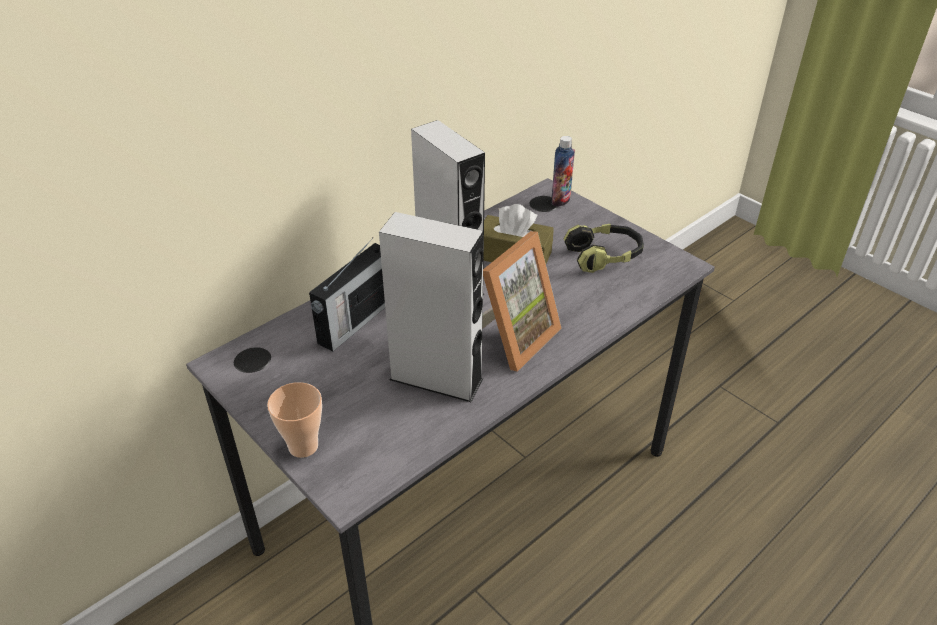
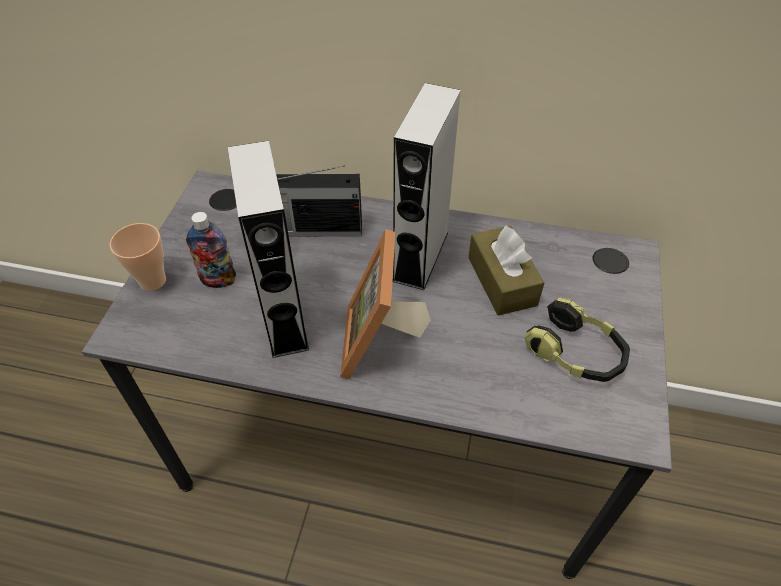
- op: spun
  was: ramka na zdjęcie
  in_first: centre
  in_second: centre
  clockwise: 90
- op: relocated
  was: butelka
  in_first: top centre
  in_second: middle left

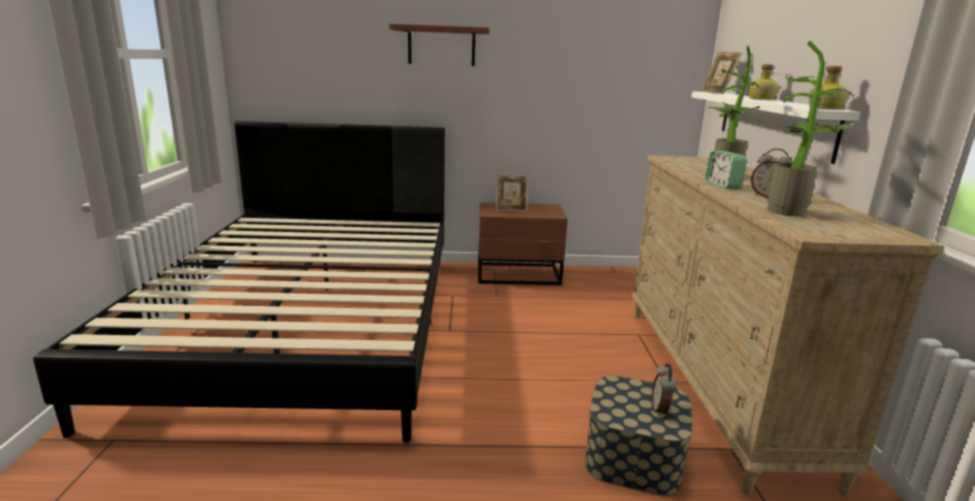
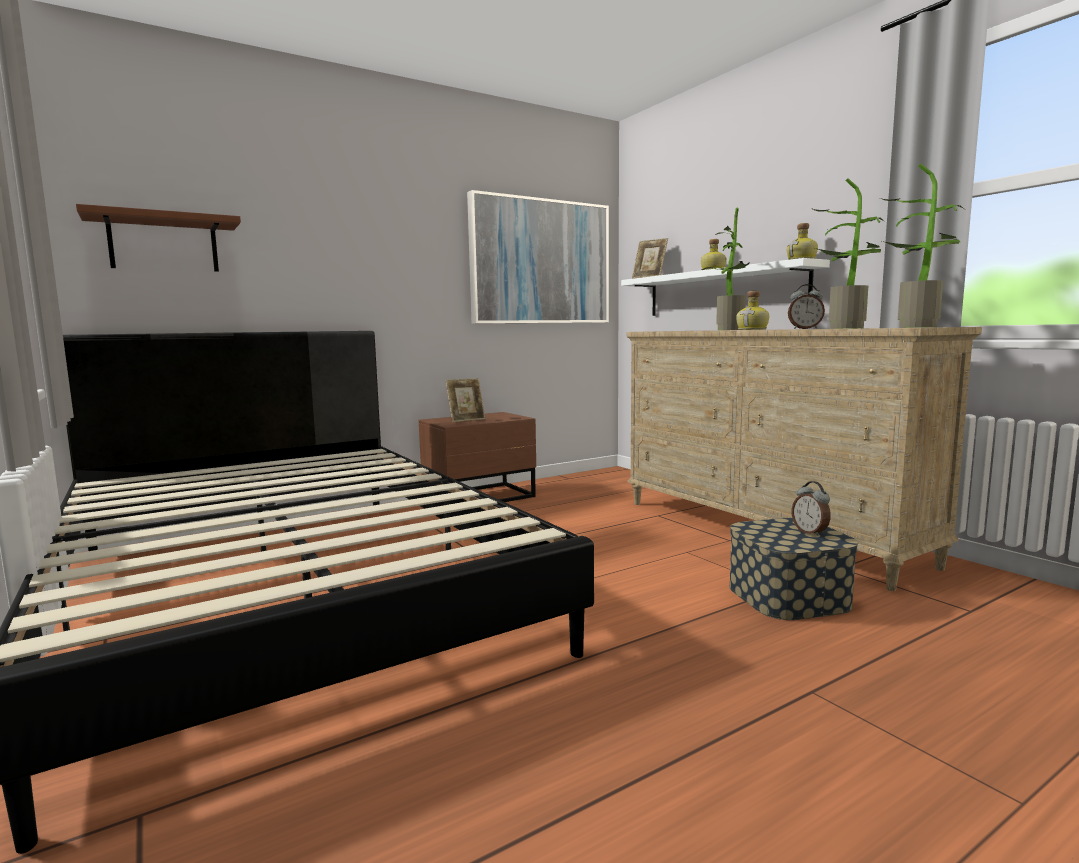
- op: relocated
  was: półka/brązowy
  in_first: top centre
  in_second: top left
- op: exchanged
  was: budzik (no. 2 from left)
  now: butelka (no. 2 from left)
  in_first: middle right
  in_second: middle right
- op: appeared
  now: obraz
  in_second: top centre
- op: appeared
  now: roślina doniczkowa (no. 3 from left)
  in_second: top right

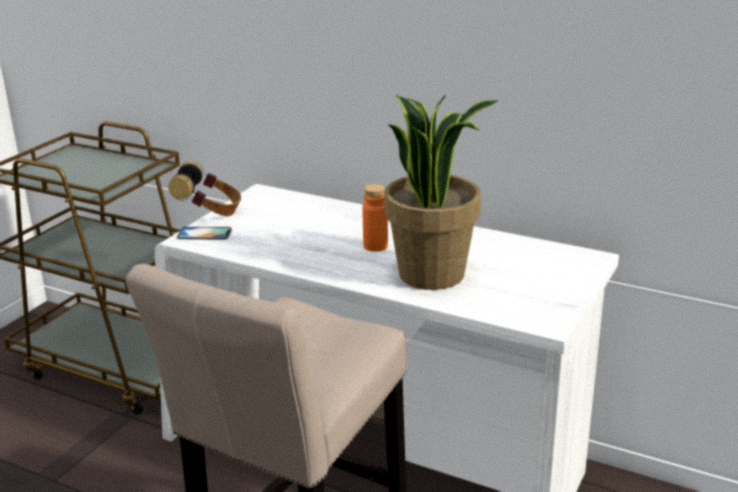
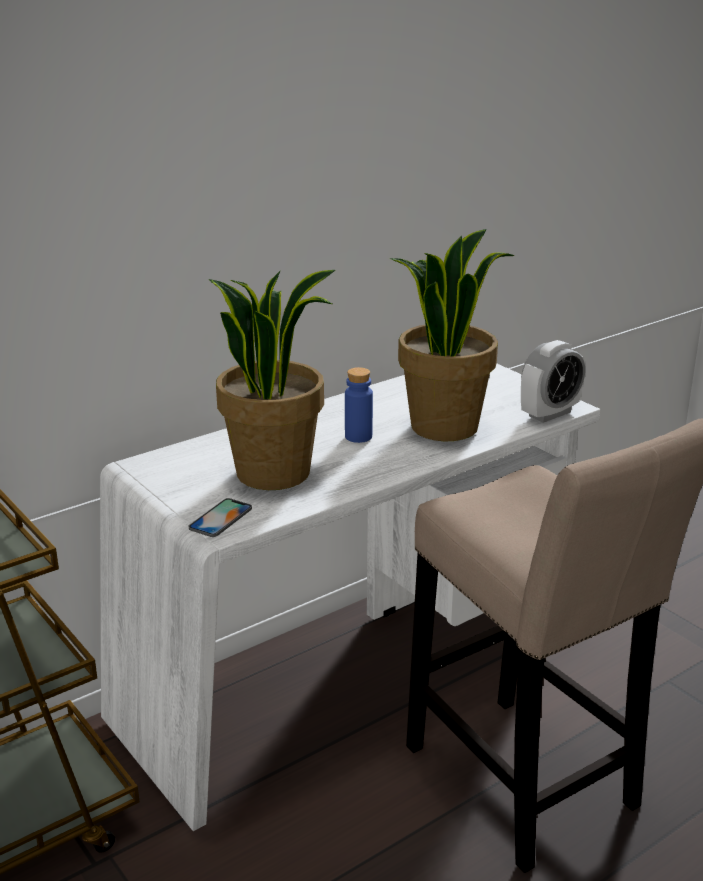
- op: missing
  was: słuchawki
  in_first: middle left
- op: colour
  was: butelka/pomarańczowy
  now: butelka/niebieski
  in_first: centre
  in_second: centre
- op: appeared
  now: roślina doniczkowa (no. 1 from left)
  in_second: centre
- op: appeared
  now: budzik
  in_second: middle right

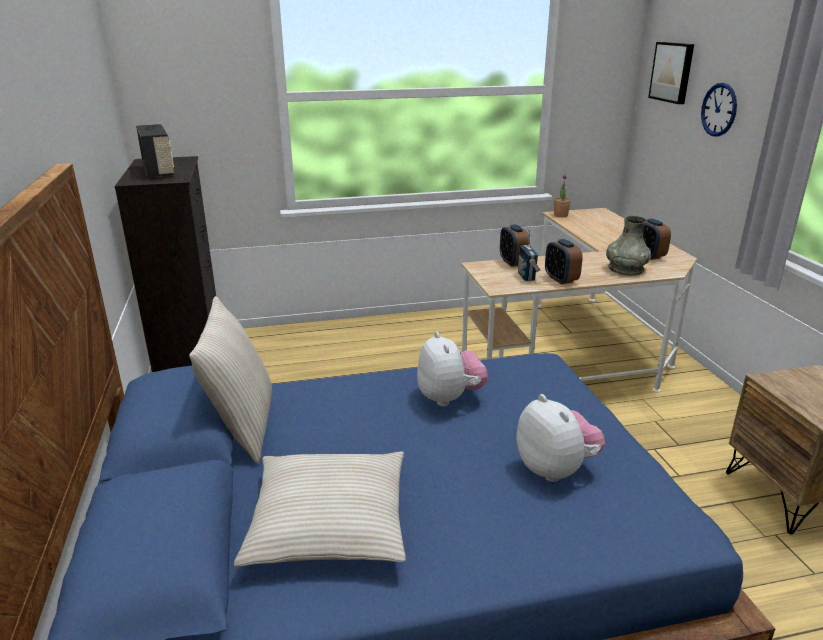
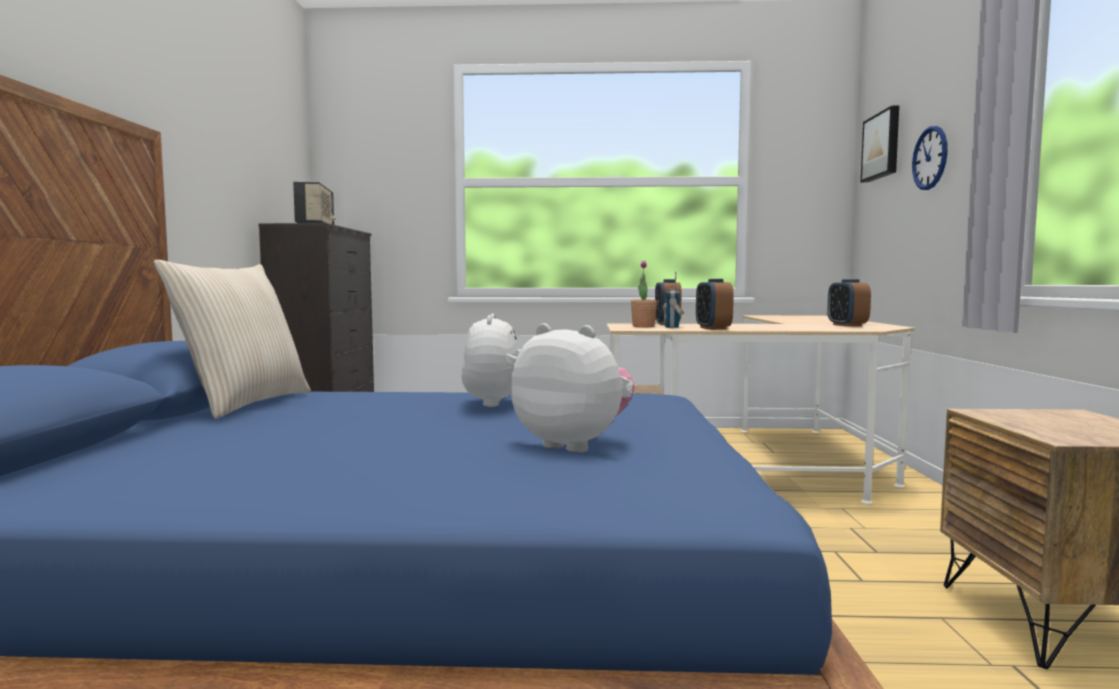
- op: missing
  was: poduszka/beżowy (no. 2 from left)
  in_first: bottom centre
- op: spun
  was: pluszak (no. 2 from left)
  in_first: bottom right
  in_second: centre
  clockwise: -45
- op: relocated
  was: roślina doniczkowa
  in_first: top right
  in_second: centre
- op: missing
  was: wazon/szary
  in_first: middle right

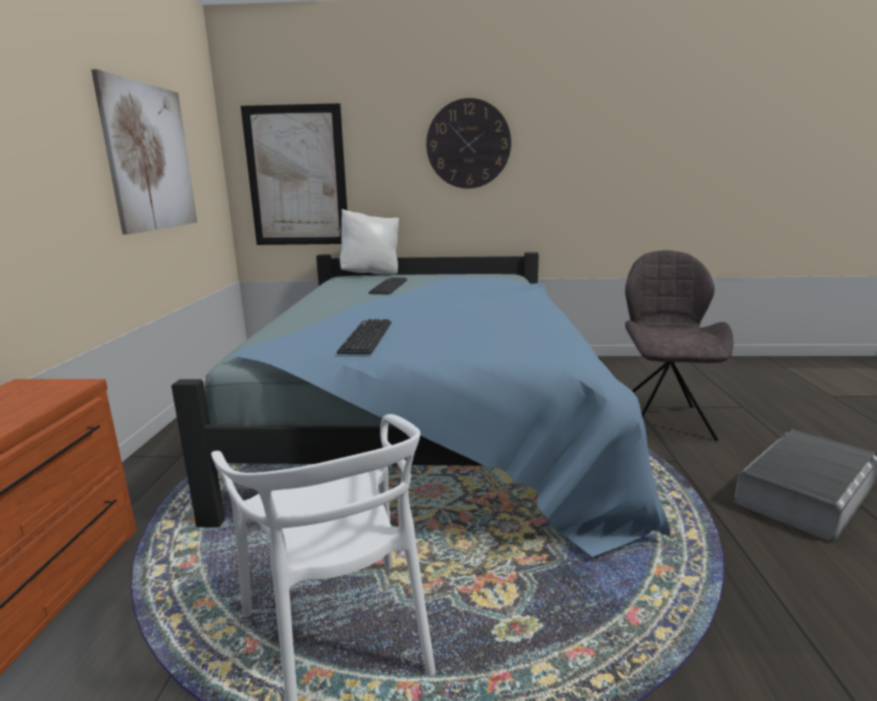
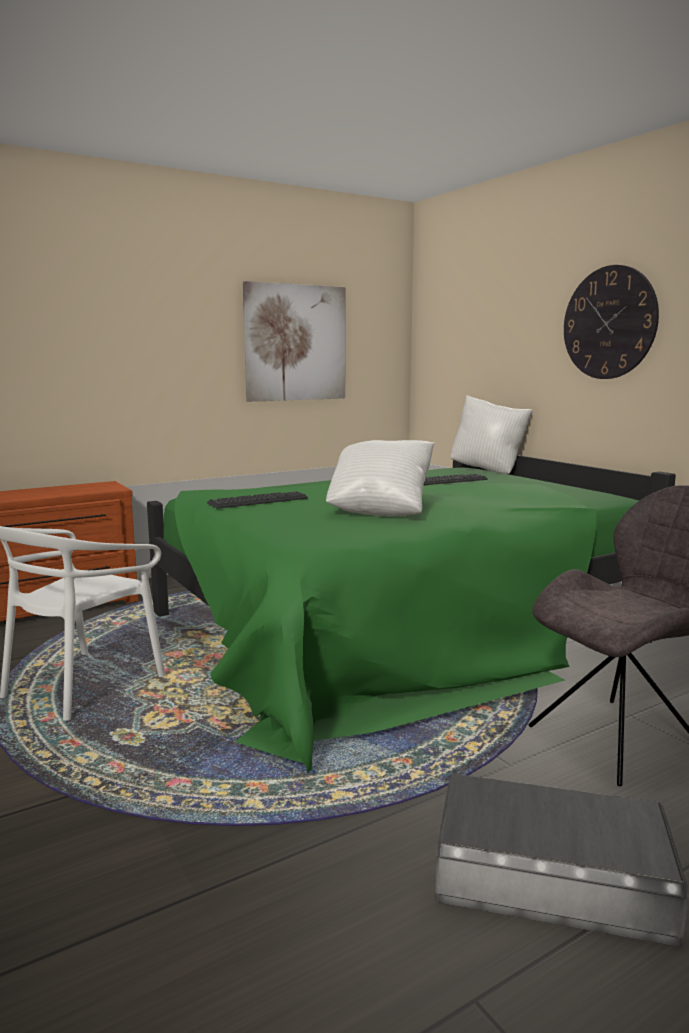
- op: colour
  was: łóżko/niebieski
  now: łóżko/zielony
  in_first: centre
  in_second: centre
- op: missing
  was: obraz (no. 2 from left)
  in_first: top centre
- op: appeared
  now: poduszka/biały (no. 1 from left)
  in_second: centre

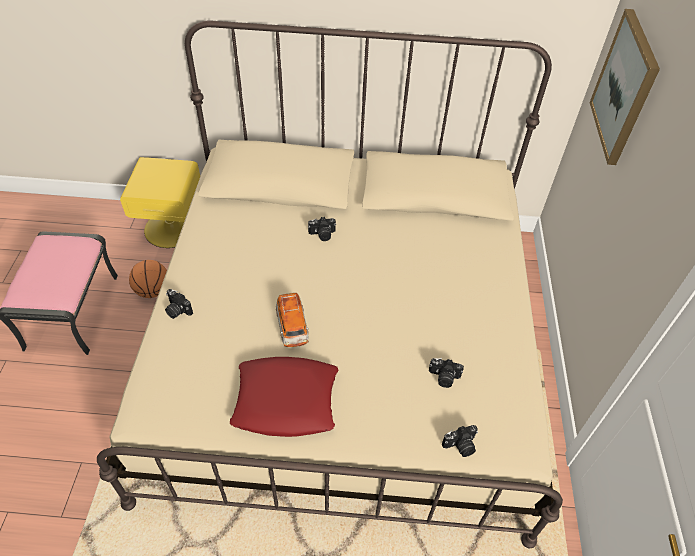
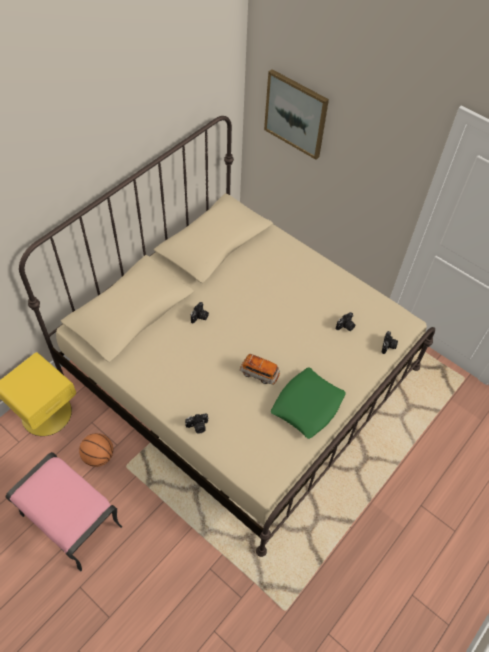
- op: colour
  was: poduszka/czerwony
  now: poduszka/zielony
  in_first: bottom centre
  in_second: centre

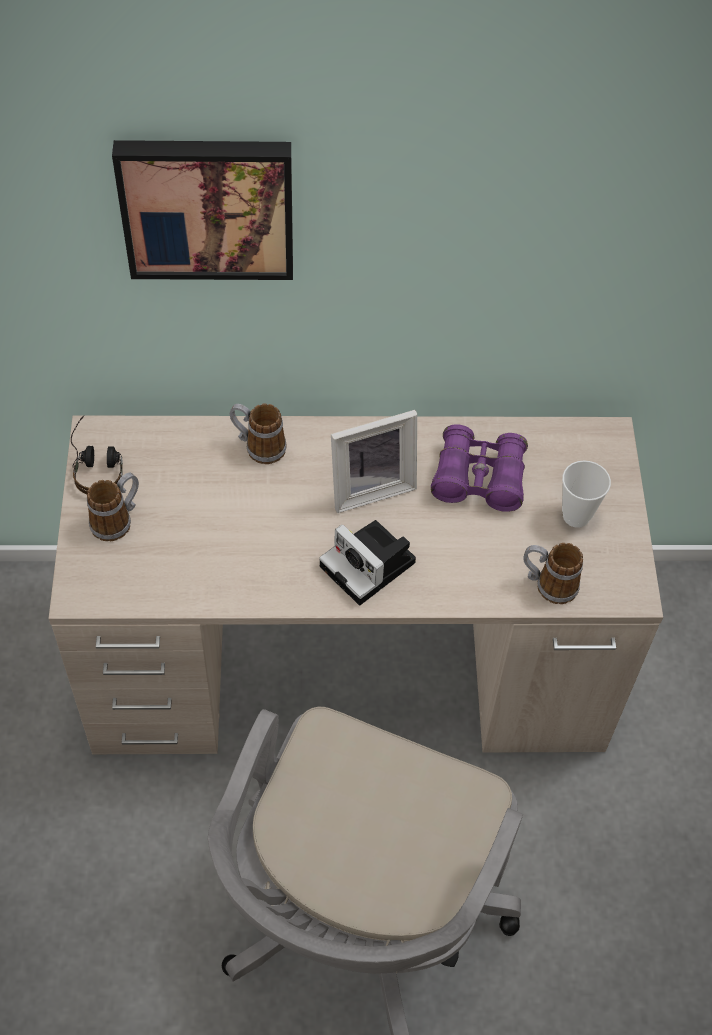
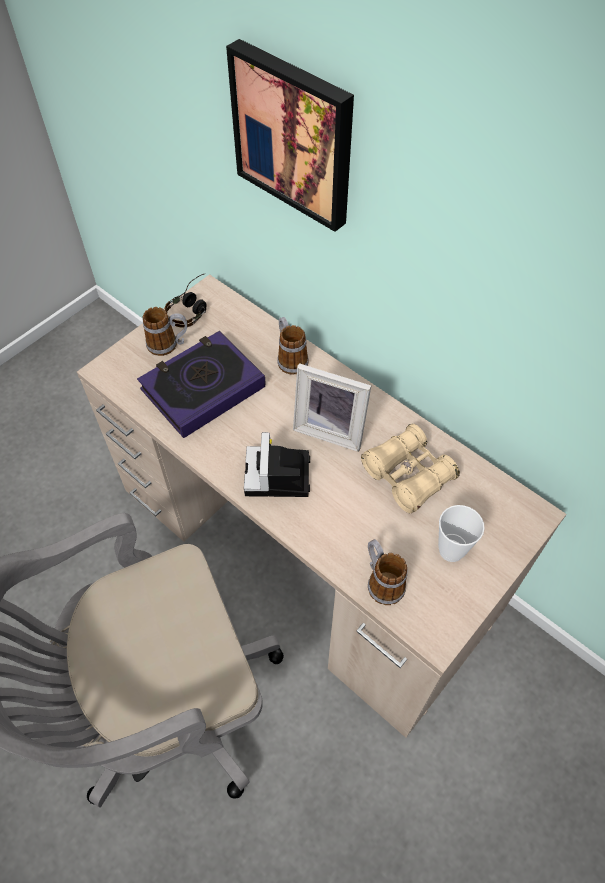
- op: colour
  was: lornetka/fioletowy
  now: lornetka/beżowy
  in_first: middle right
  in_second: middle right
- op: appeared
  now: książka
  in_second: middle left

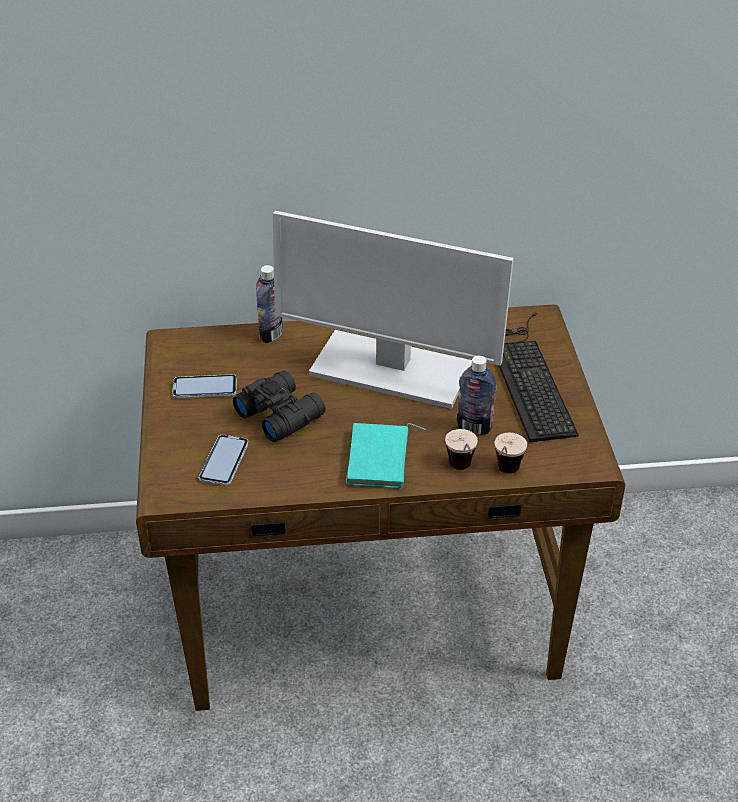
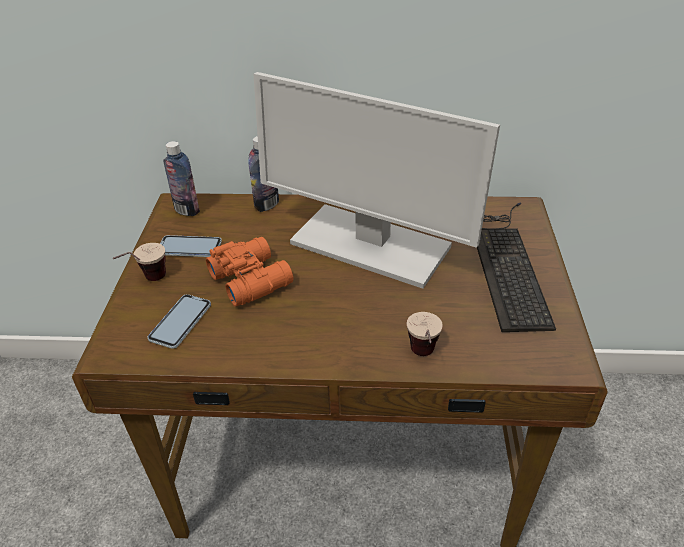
- op: colour
  was: lornetka/czarny
  now: lornetka/pomarańczowy
  in_first: centre
  in_second: centre
- op: missing
  was: książka/turkusowy
  in_first: centre
- op: relocated
  was: butelka (no. 2 from left in the first image)
  now: butelka (no. 1 from left)
  in_first: centre
  in_second: top left
- op: relocated
  was: filiżanka (no. 2 from left in the first image)
  now: filiżanka (no. 1 from left)
  in_first: middle right
  in_second: middle left

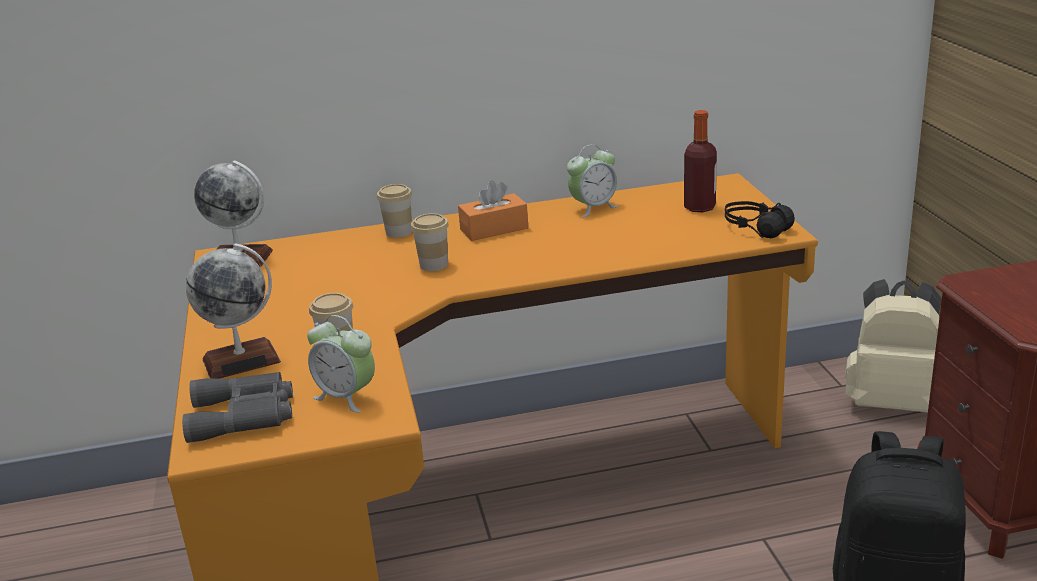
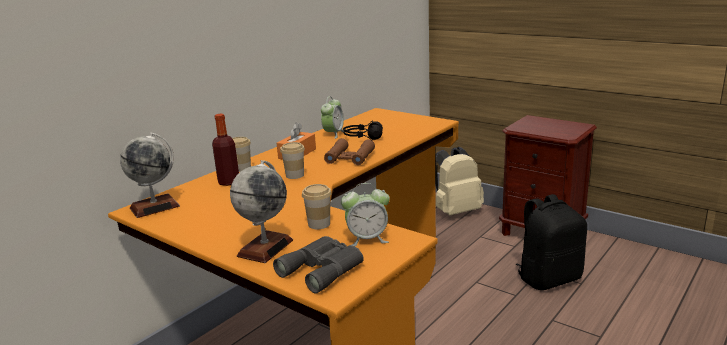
- op: relocated
  was: butelka
  in_first: top right
  in_second: middle left
- op: relocated
  was: słuchawki/czarny
  in_first: middle right
  in_second: centre
- op: appeared
  now: lornetka/brązowy
  in_second: centre

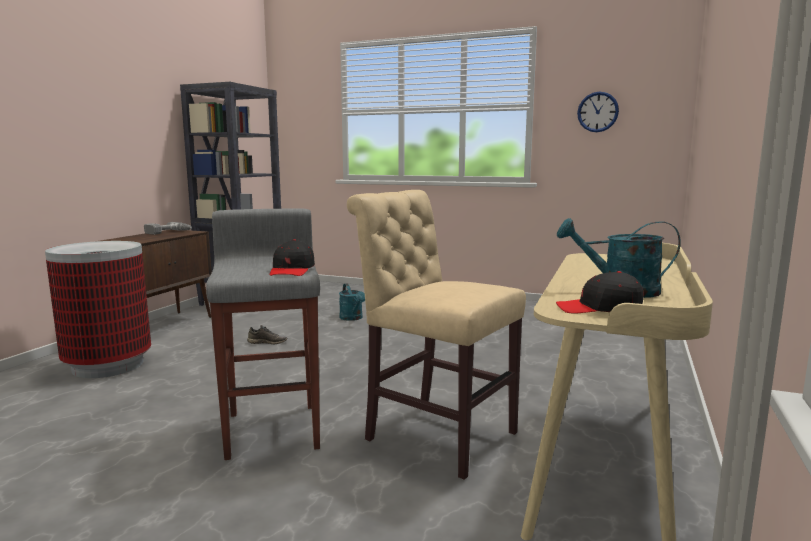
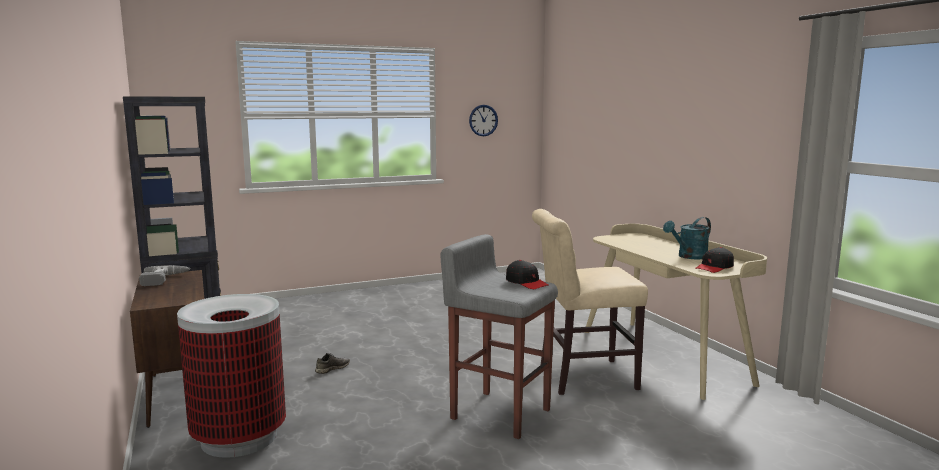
- op: missing
  was: konewka/turkusowy (no. 1 from left)
  in_first: centre

